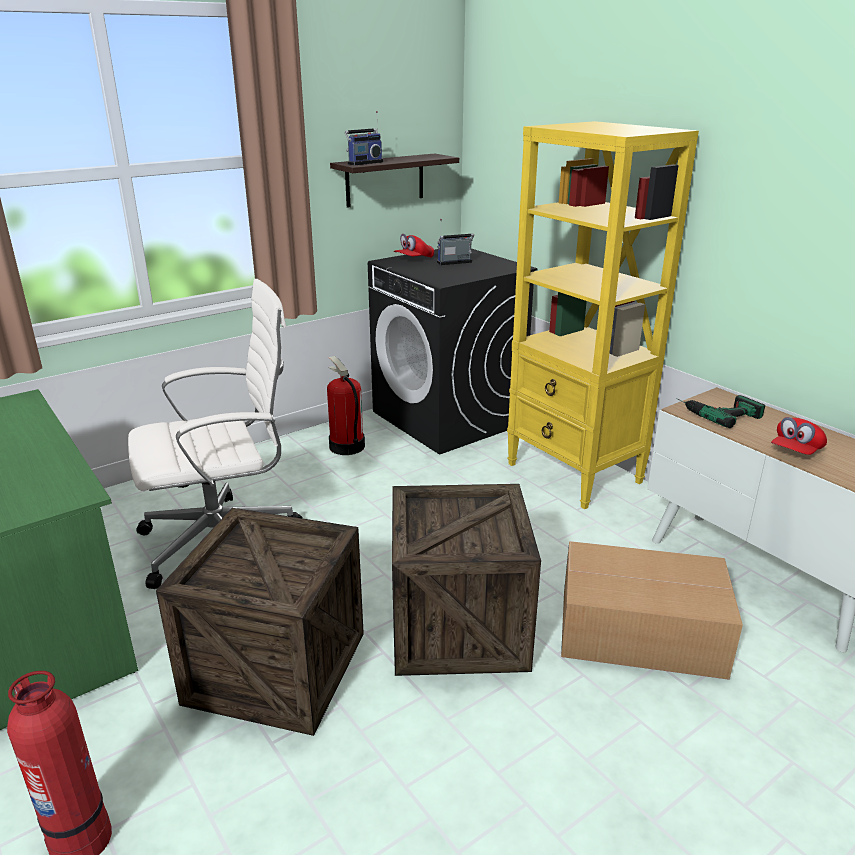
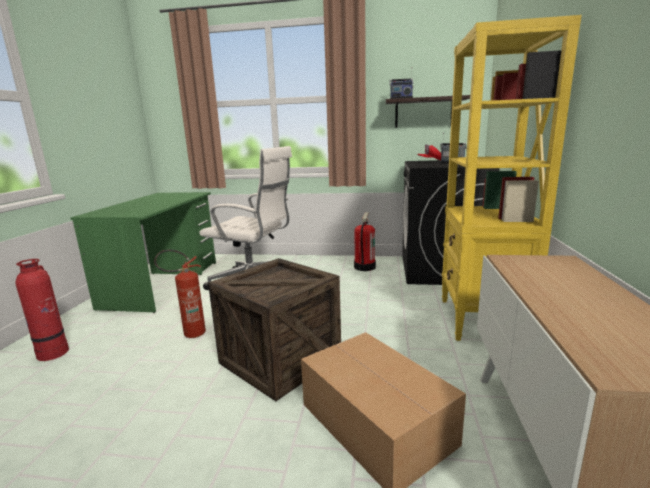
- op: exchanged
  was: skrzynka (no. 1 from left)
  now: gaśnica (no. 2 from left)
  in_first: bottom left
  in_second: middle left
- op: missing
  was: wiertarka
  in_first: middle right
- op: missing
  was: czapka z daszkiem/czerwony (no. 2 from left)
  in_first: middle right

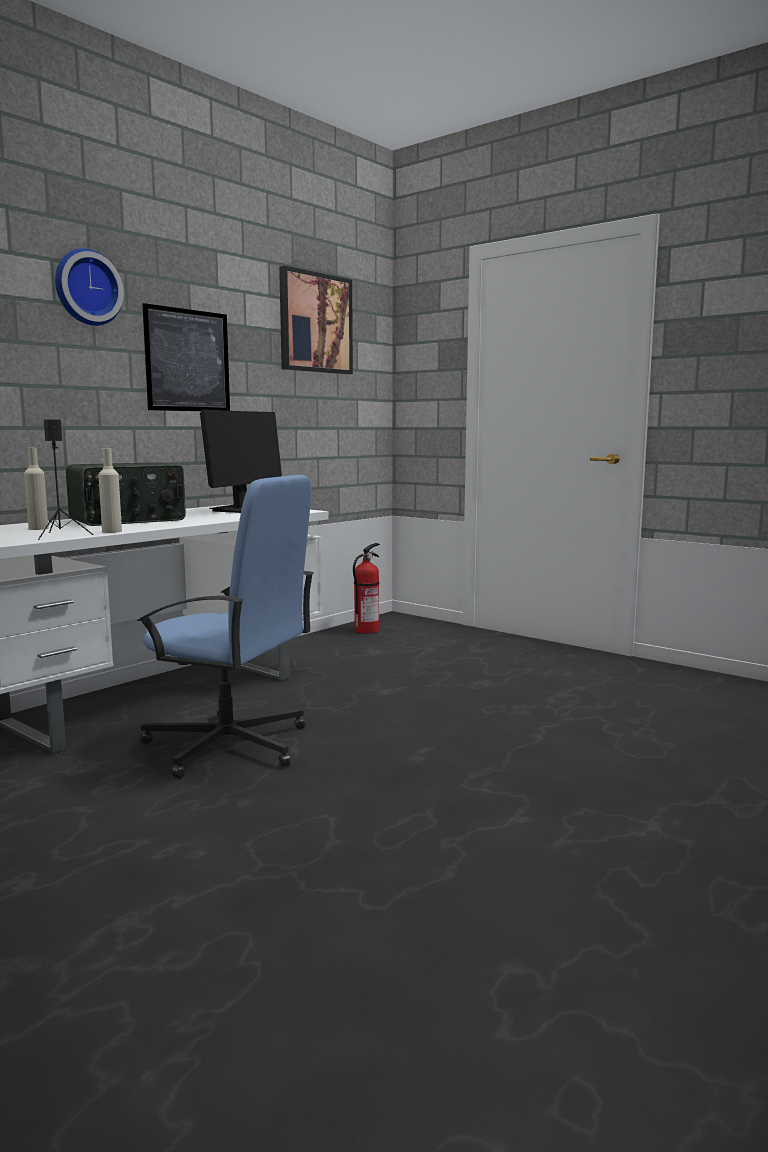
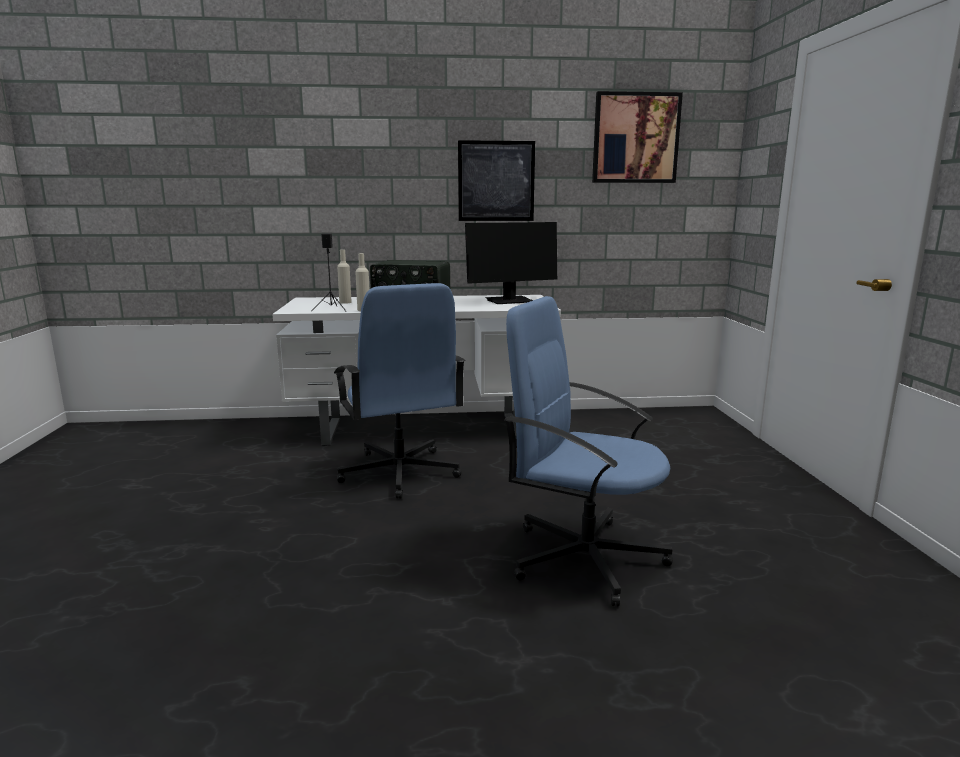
- op: missing
  was: zegar ścienny
  in_first: top left
- op: missing
  was: gaśnica
  in_first: centre
- op: appeared
  now: krzesło biurowe/niebieski (no. 2 from left)
  in_second: centre

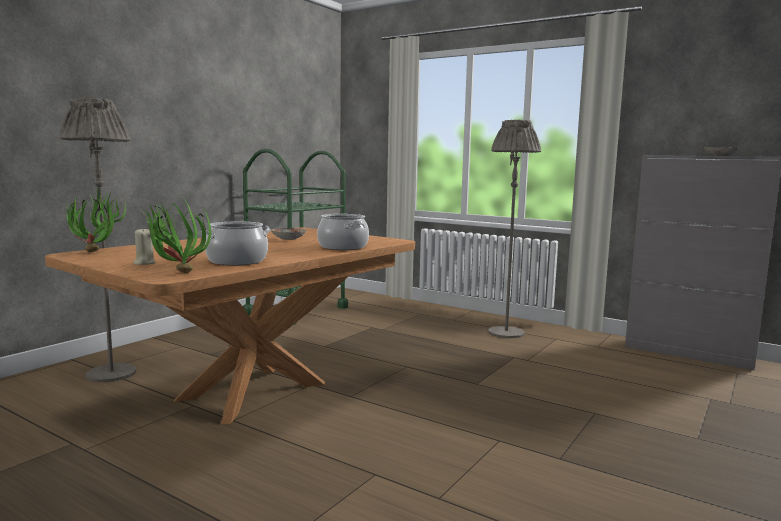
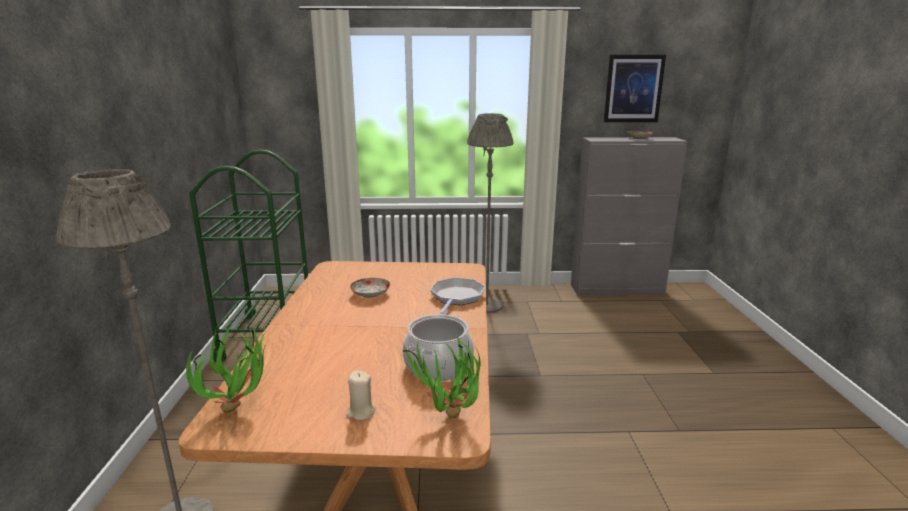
- op: exchanged
  was: garnek (no. 2 from left)
  now: patelnia
  in_first: centre
  in_second: centre
- op: appeared
  now: obraz
  in_second: top right

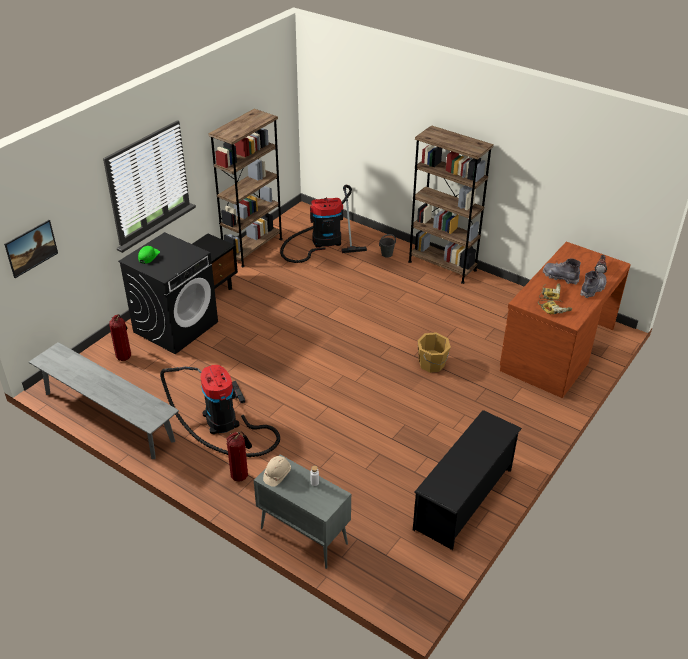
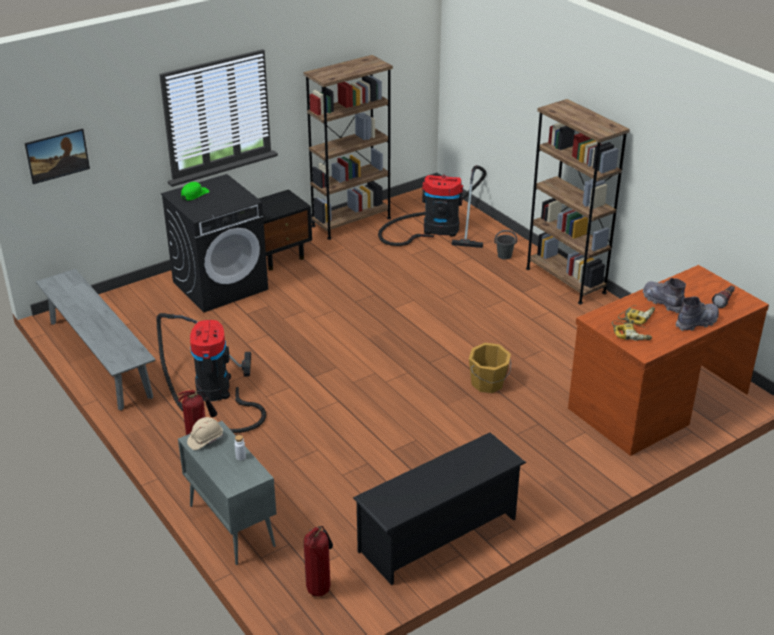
- op: relocated
  was: gaśnica (no. 1 from left in the first image)
  now: gaśnica (no. 2 from left)
  in_first: middle left
  in_second: bottom centre

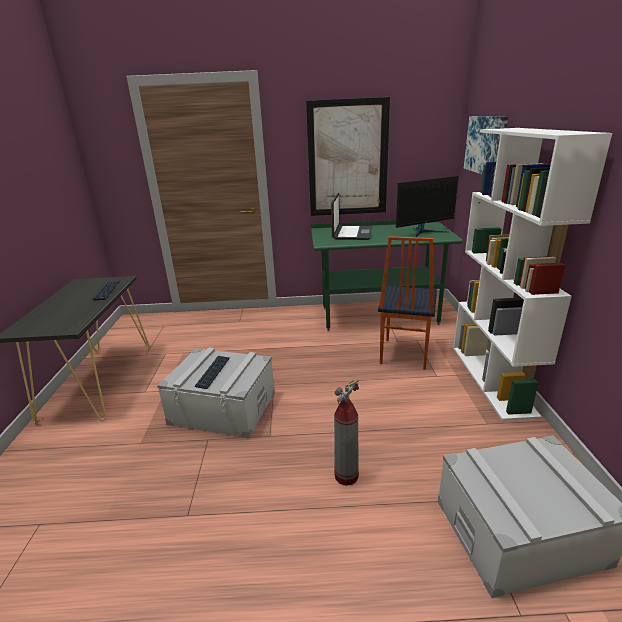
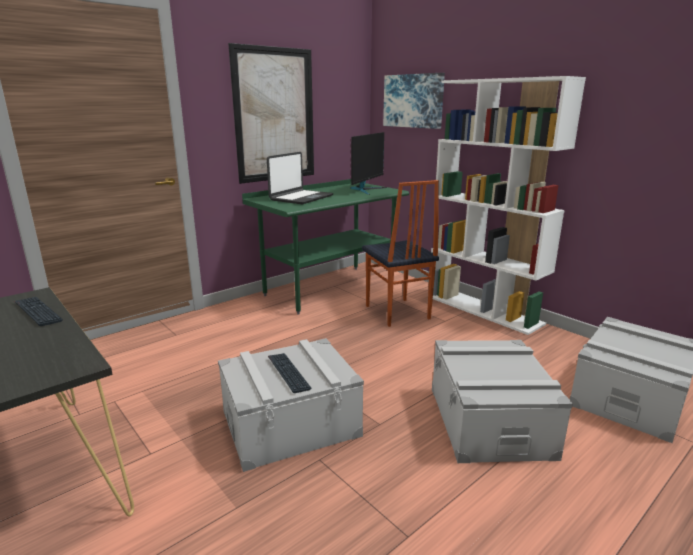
- op: spun
  was: laptop
  in_first: centre
  in_second: top centre
  clockwise: 60
- op: exchanged
  was: gaśnica
  now: pojemnik do przechowywania/szary (no. 2 from left)
  in_first: bottom centre
  in_second: bottom right

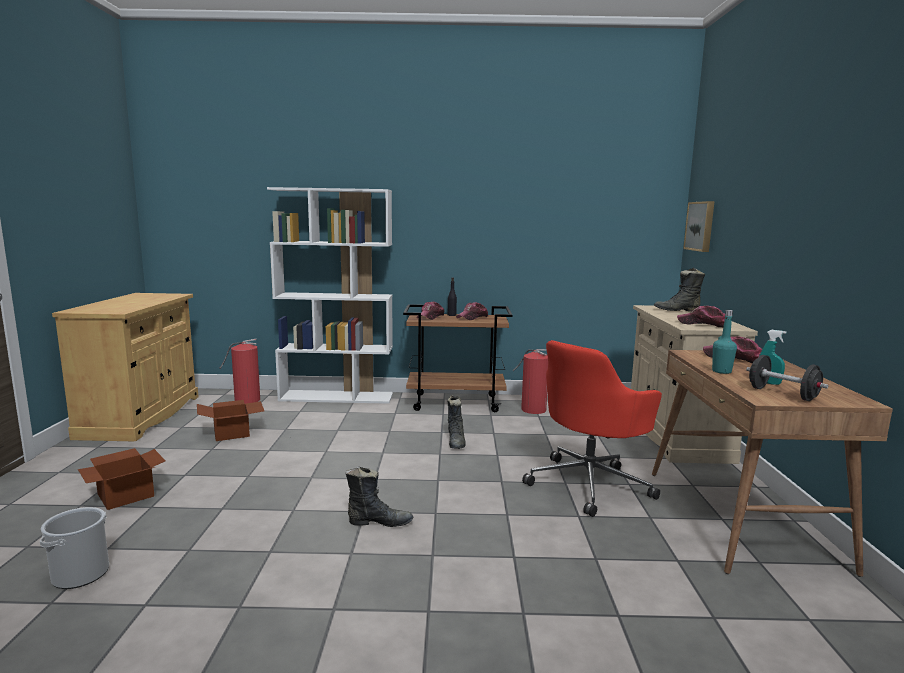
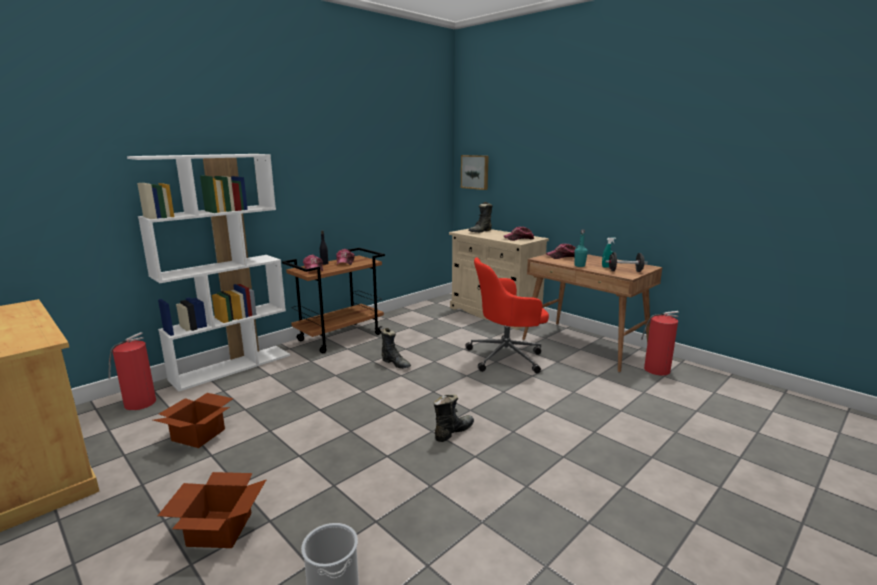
- op: relocated
  was: gaśnica (no. 2 from left)
  in_first: centre
  in_second: middle right
- op: spun
  was: krzesło biurowe/czerwony
  in_first: centre
  in_second: centre
  clockwise: 75

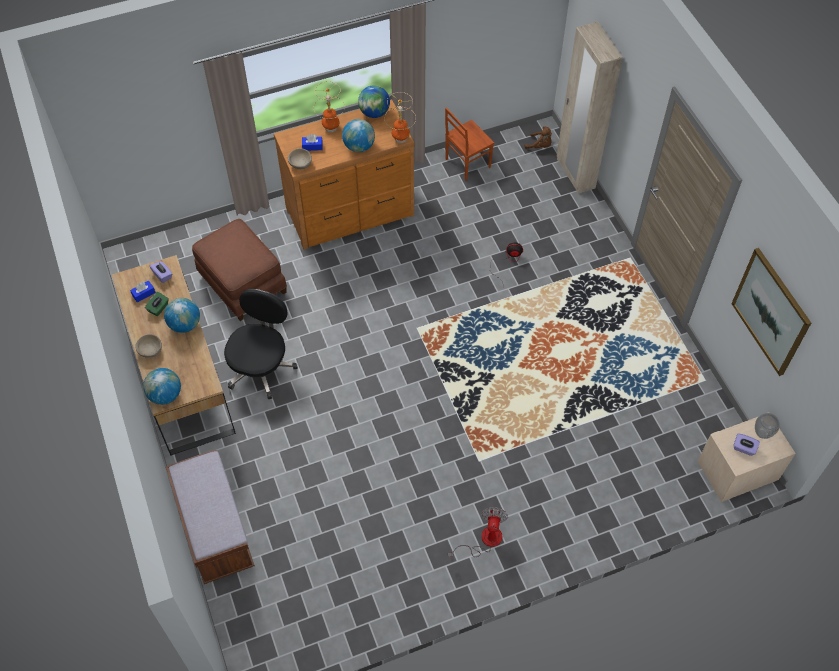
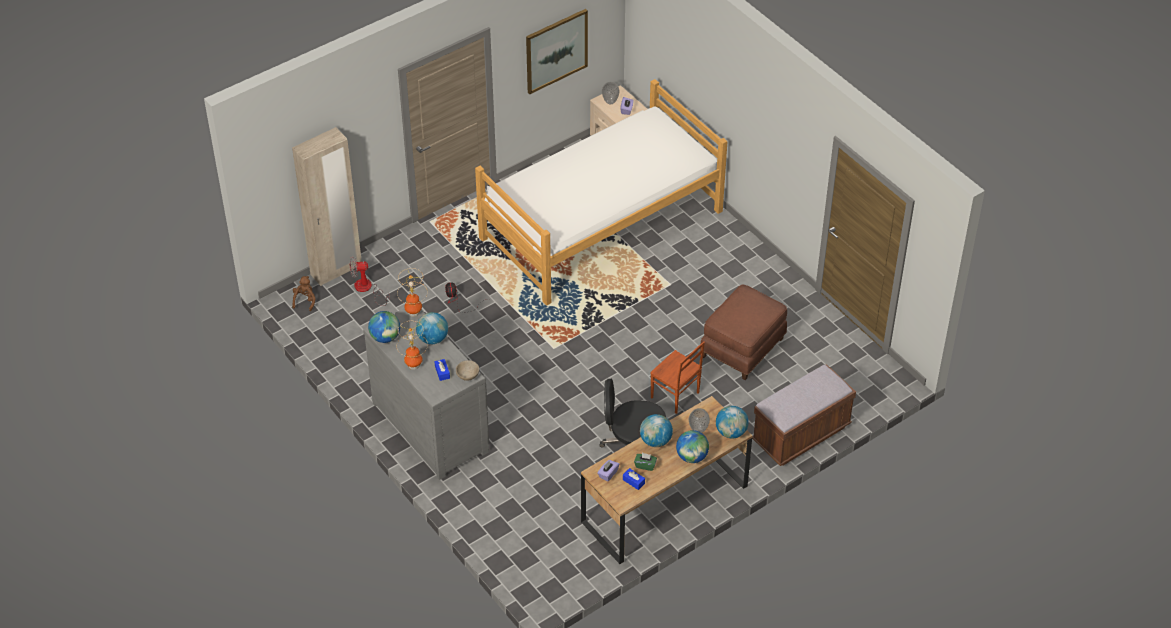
- op: exchanged
  was: miska/beżowy (no. 1 from left)
  now: globus (no. 4 from left)
  in_first: middle left
  in_second: bottom centre
- op: relocated
  was: pufa/brązowy
  in_first: middle left
  in_second: centre
- op: colour
  was: komoda/brązowy
  now: komoda/szary
  in_first: top centre
  in_second: centre
- op: relocated
  was: krzesło/brązowy
  in_first: top centre
  in_second: centre
- op: relocated
  was: wentylator (no. 1 from left)
  in_first: bottom centre
  in_second: middle left
- op: appeared
  now: łóżko
  in_second: top centre
- op: appeared
  now: wazon (no. 2 from left)
  in_second: bottom centre

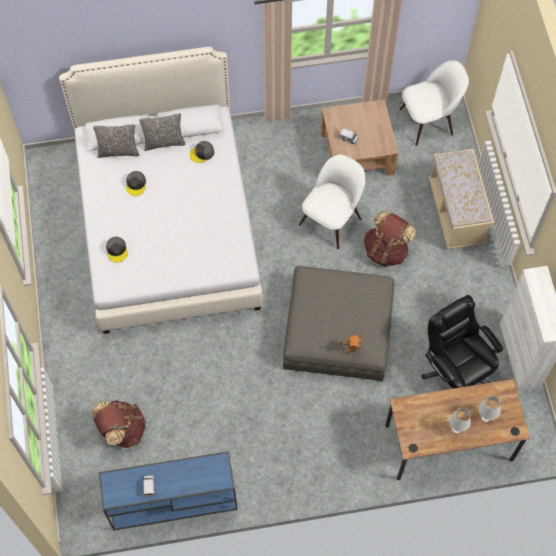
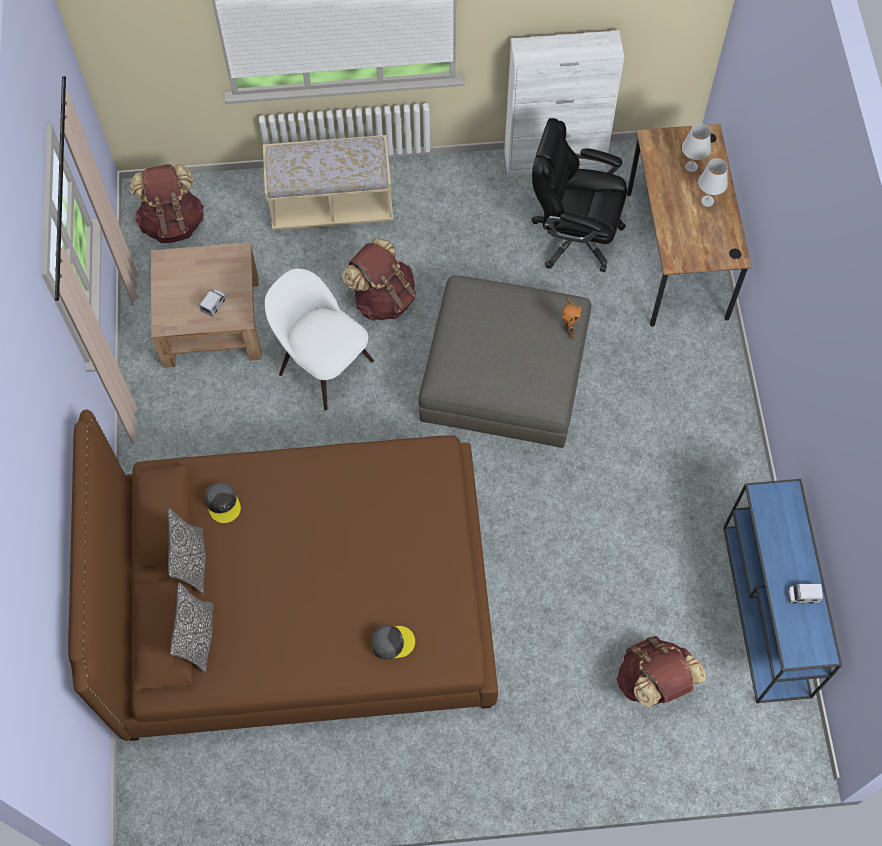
- op: colour
  was: łóżko/biały
  now: łóżko/brązowy
  in_first: middle left
  in_second: bottom left
- op: missing
  was: czapka z daszkiem/szary (no. 2 from left)
  in_first: top left
- op: exchanged
  was: krzesło/biały (no. 2 from left)
  now: plecak/brązowy (no. 1 from left)
  in_first: top right
  in_second: top left
- op: spun
  was: krzesło biurowe/czarny
  in_first: middle right
  in_second: top centre
  clockwise: 45

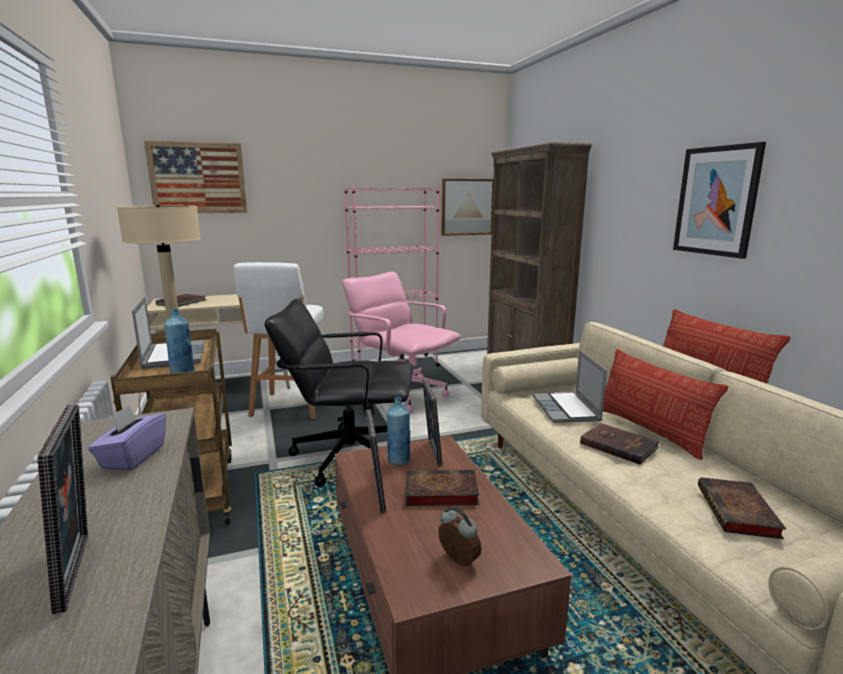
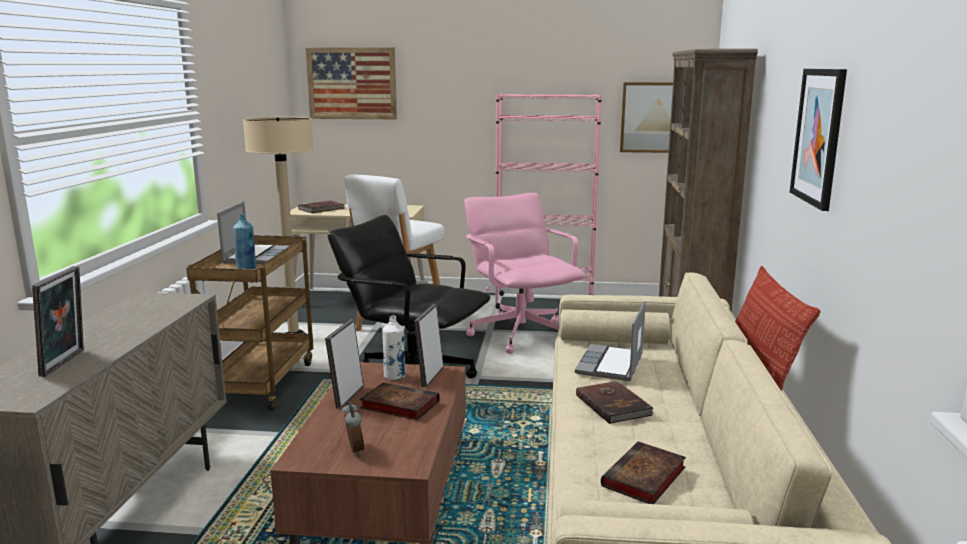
- op: missing
  was: pudełko chusteczek/fioletowy
  in_first: middle left
- op: colour
  was: butelka/niebieski (no. 2 from left)
  now: butelka/biały
  in_first: centre
  in_second: centre
- op: missing
  was: poduszka (no. 1 from left)
  in_first: middle right

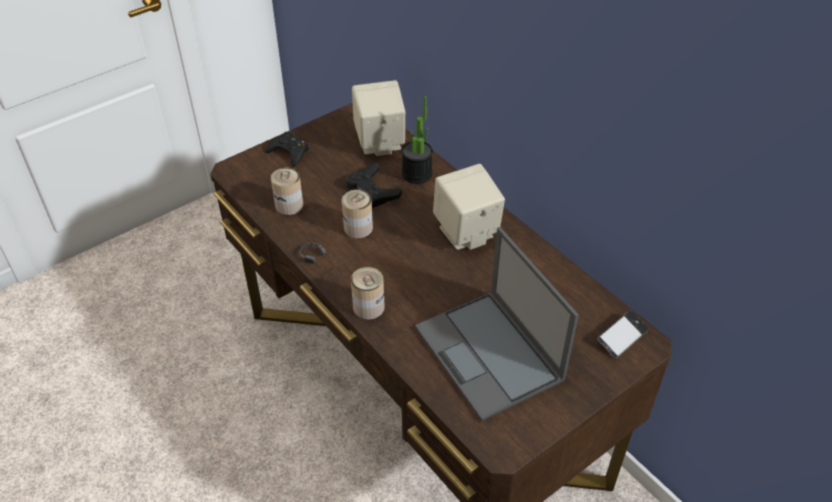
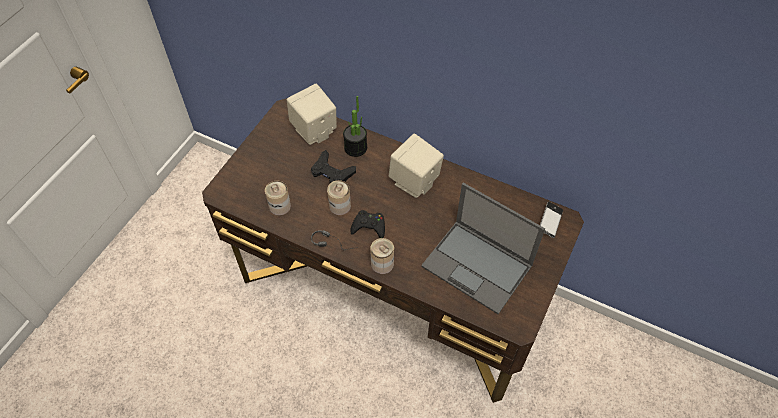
- op: relocated
  was: pad do gier/czarny (no. 1 from left in the first image)
  now: pad do gier/czarny (no. 2 from left)
  in_first: top centre
  in_second: centre

